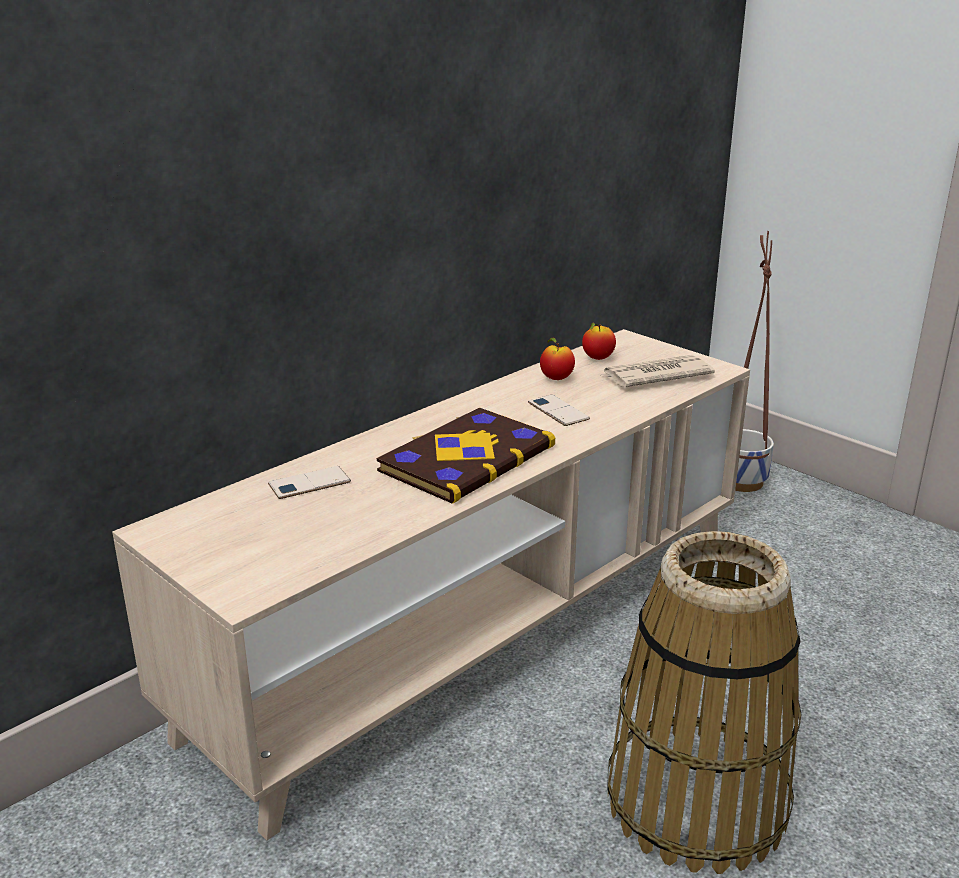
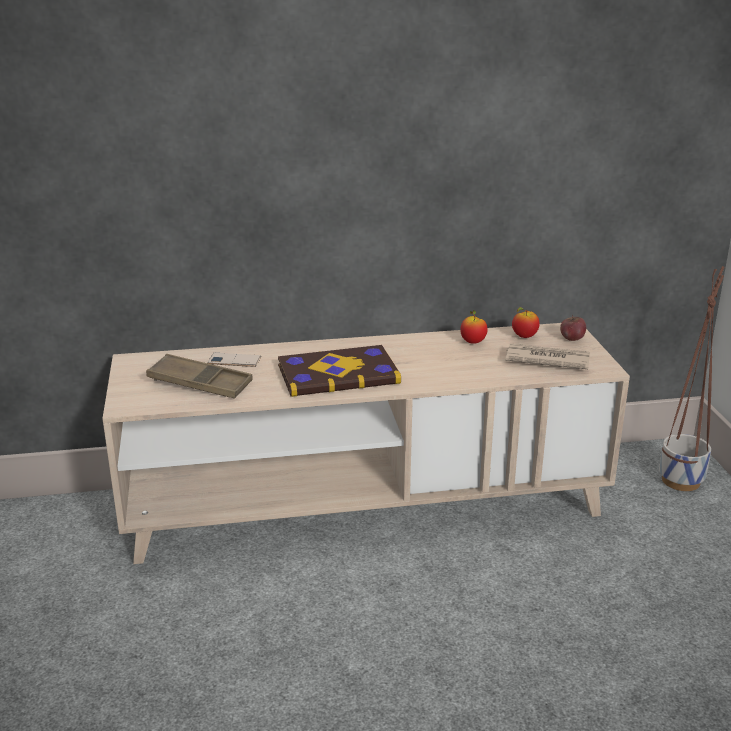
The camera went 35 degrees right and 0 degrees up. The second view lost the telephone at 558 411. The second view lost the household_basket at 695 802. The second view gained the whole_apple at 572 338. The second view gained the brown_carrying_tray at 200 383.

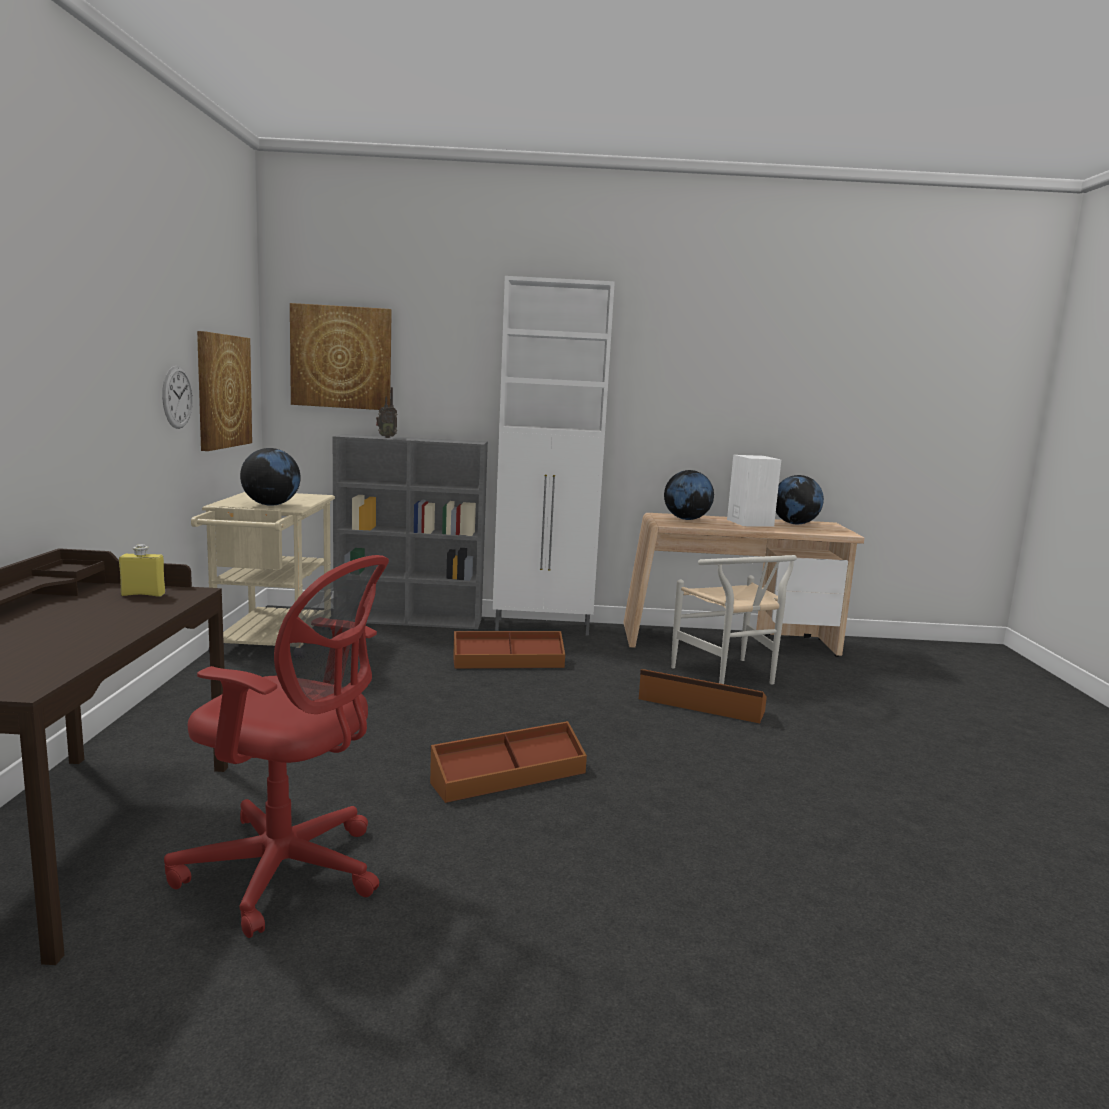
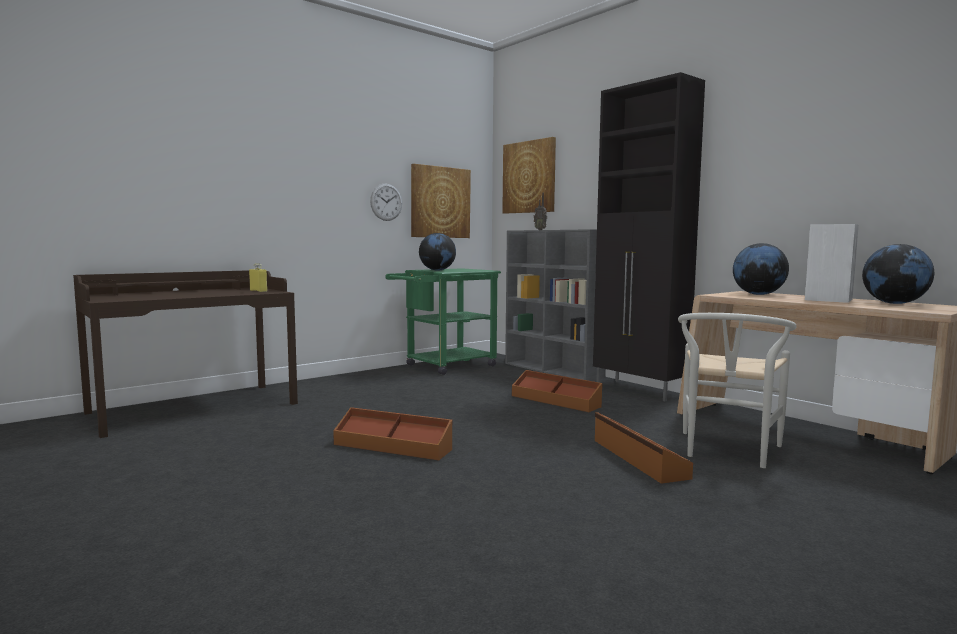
The camera went 50 degrees right and 5 degrees down. What was the whitish_cupboard at 544 627 turned into the blackish_cupboard at 639 390. What was the beige-coloured_cart at 270 644 turned into the green_cart at 445 366. The second view lost the red_office_chair at 288 872.

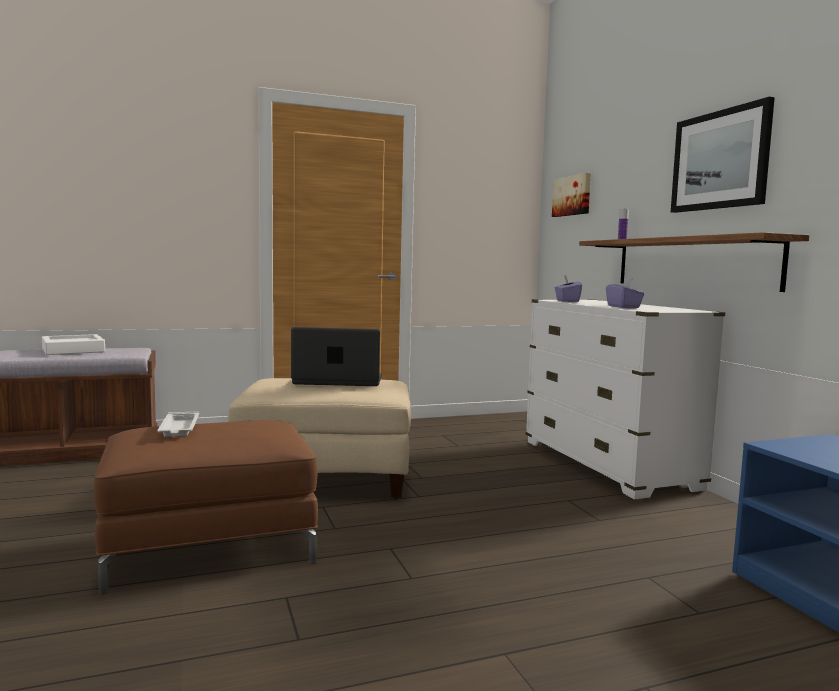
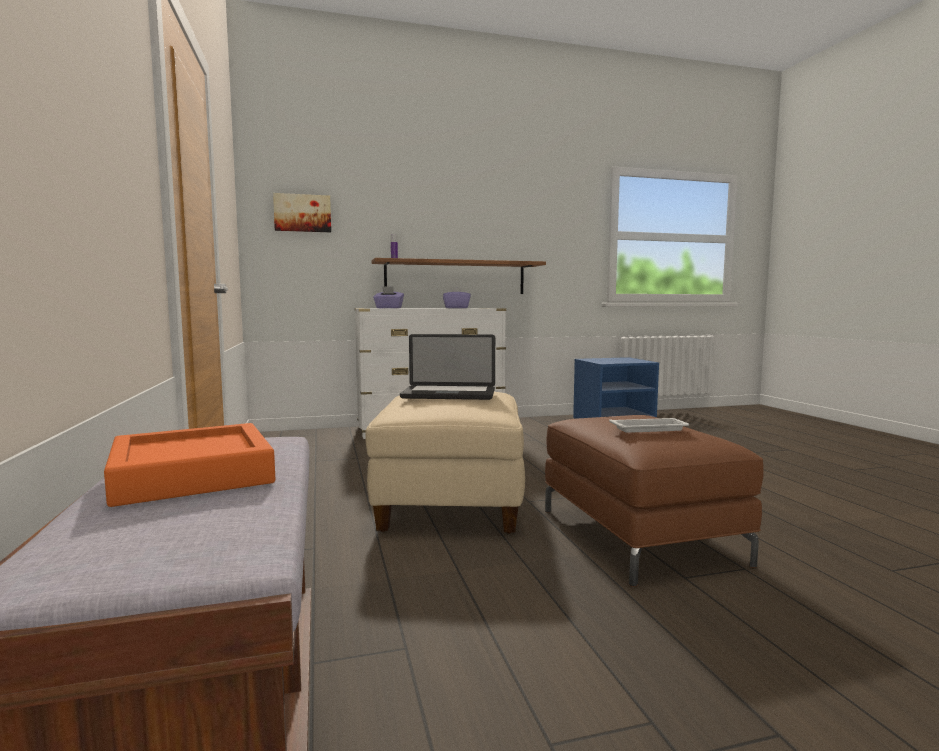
The camera went 85 degrees left and 0 degrees up. The second view lost the picture at 720 160. The laptop at 338 381 ended up facing another way, 90 degrees counterclockwise from before. What was the whitish_carrying_tray at 73 350 turned into the orangey_carrying_tray at 192 475.

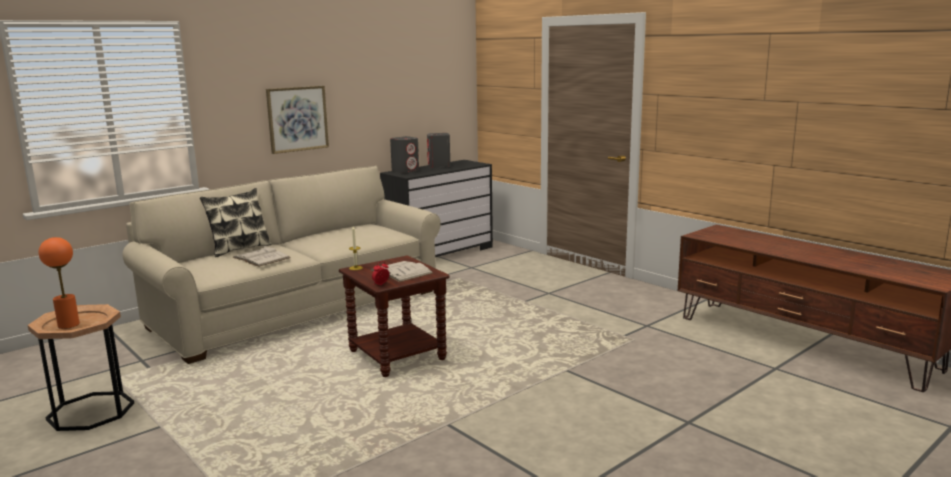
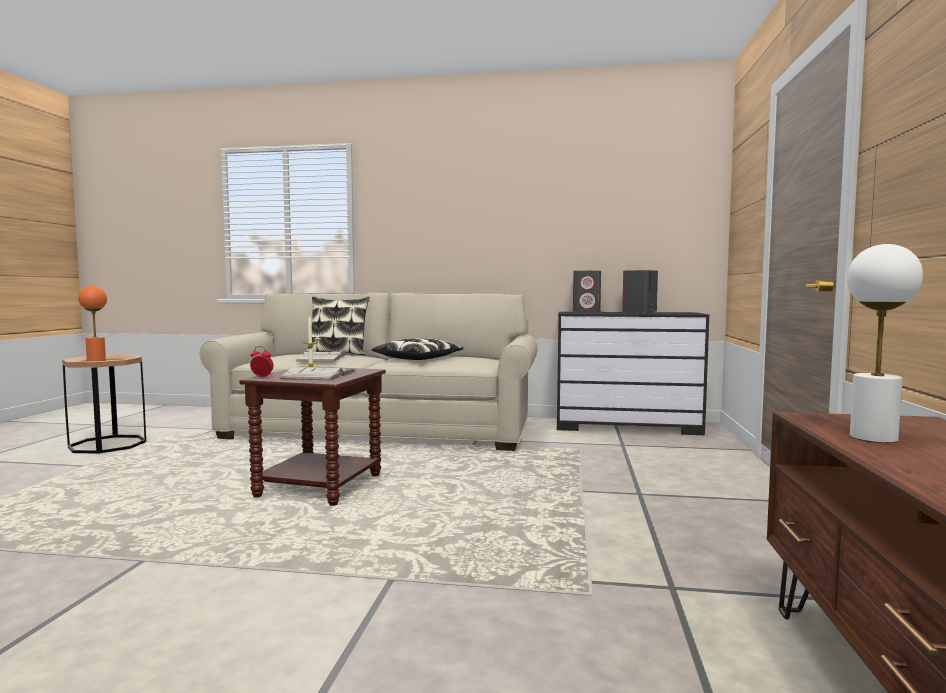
The camera went 50 degrees right and 10 degrees down. The second view lost the picture at 297 119. The second view gained the whitish_lamp_for_a_table at 874 438. The second view gained the cushion at 418 359.

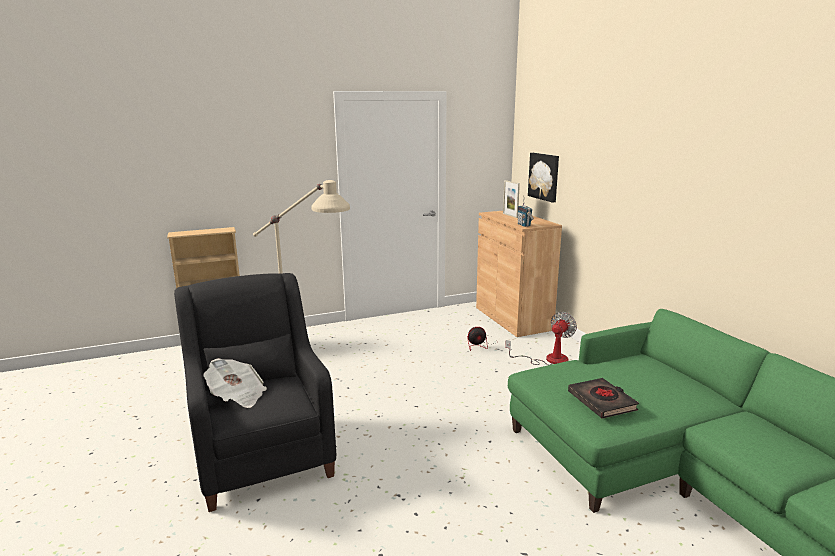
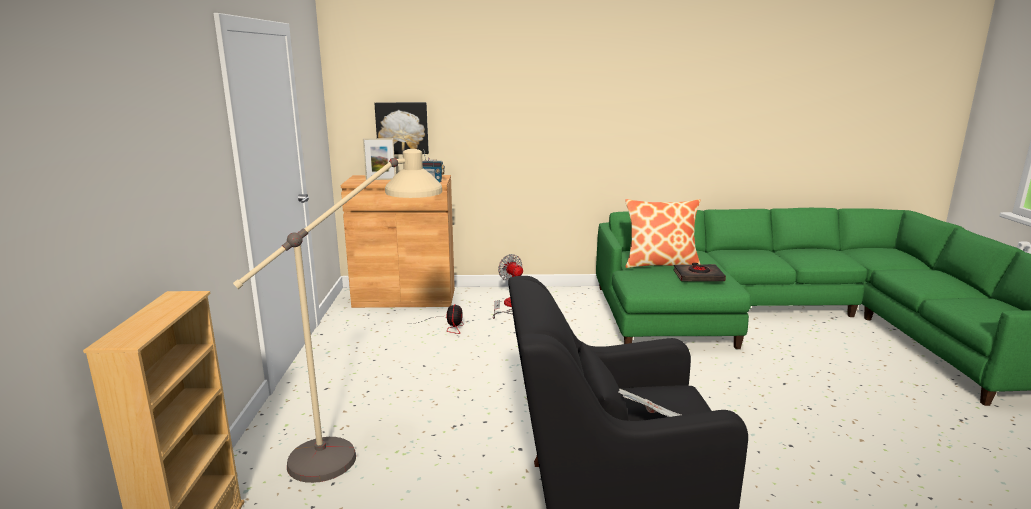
The camera went 70 degrees left and 0 degrees up. The second view gained the cushion at 660 264.

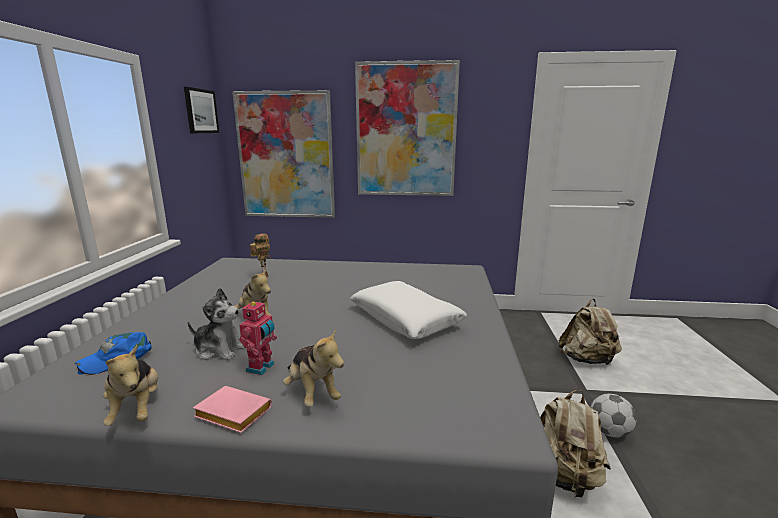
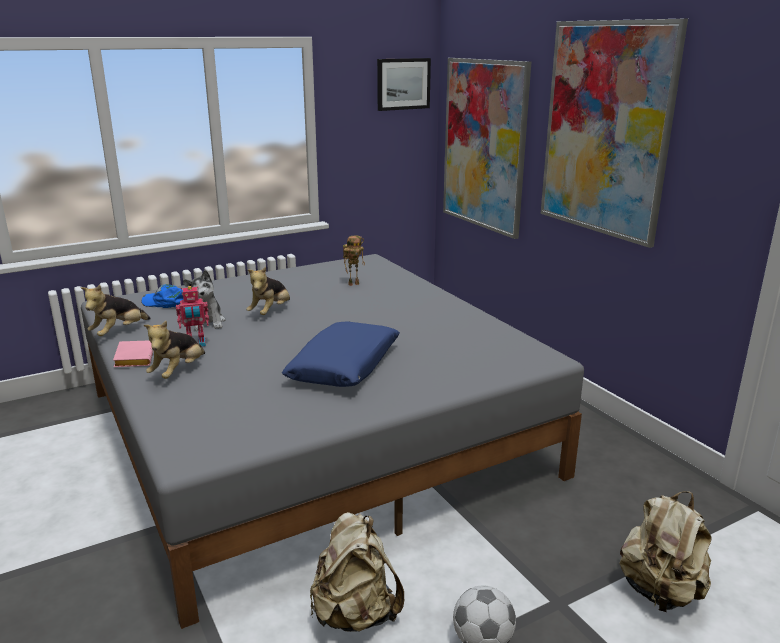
The camera went 55 degrees right and 5 degrees up. What was the whitish_cushion at 405 319 turned into the bluish_cushion at 345 366.

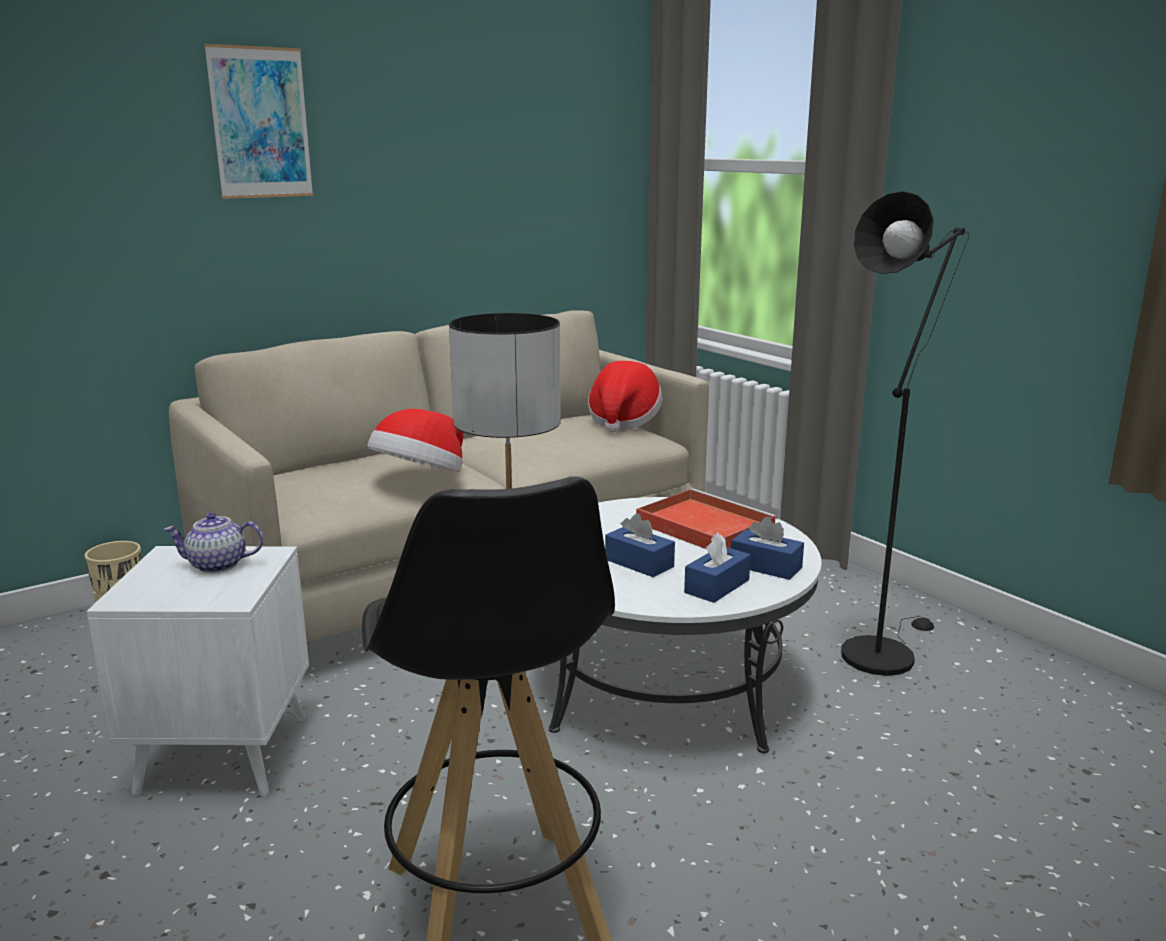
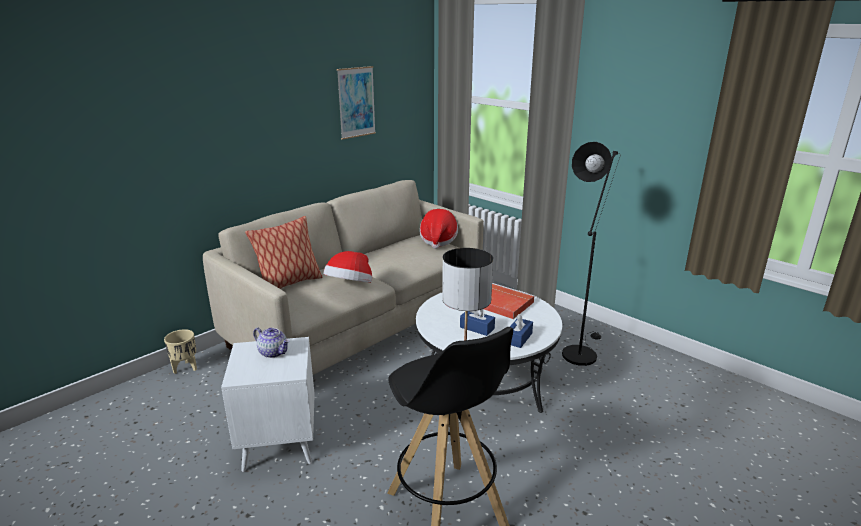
The camera went 10 degrees left and 5 degrees up. The picture ended up elsewhere, having gone from 260 123 to 356 102. The teapot at 217 565 ended up facing another way, 135 degrees counterclockwise from before. The second view lost the bluish_box_of_tissues at 766 566. The second view gained the cushion at 289 284.

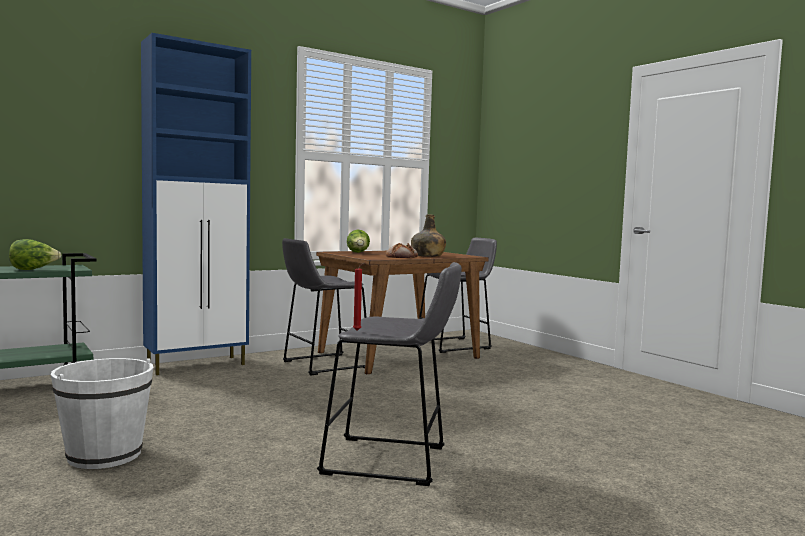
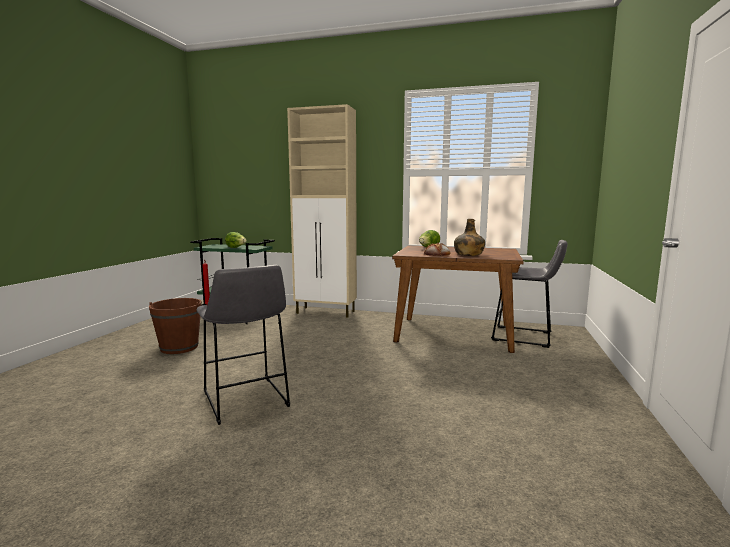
The camera went 50 degrees right and 5 degrees up. What was the bluish_cupboard at 198 365 turned into the beige-coloured_cupboard at 326 312. The second view lost the grey_stool at 321 365. What was the whitish_pail at 104 455 turned into the brown_pail at 179 347.

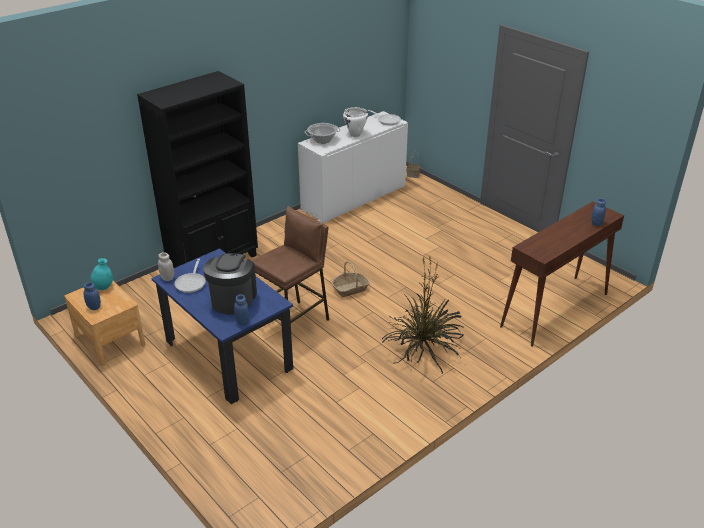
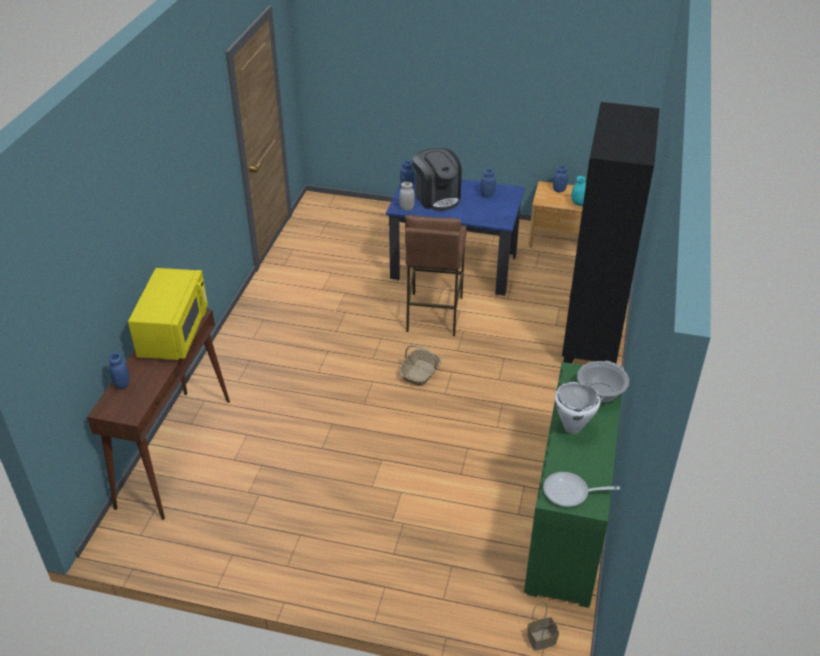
The camera went 145 degrees right and 5 degrees up. What was the whitish_cupboard at 354 198 turned into the green_cupboard at 567 521. The whitish_jar ended up elsewhere, having gone from 167 278 to 407 208. The second view lost the houseplant at 422 349. Where the frying_pan stood at 191 283, the bluish_jar came to stand at 487 195. The second view gained the yellow-coloured_kitchen_microwave at 174 333.

